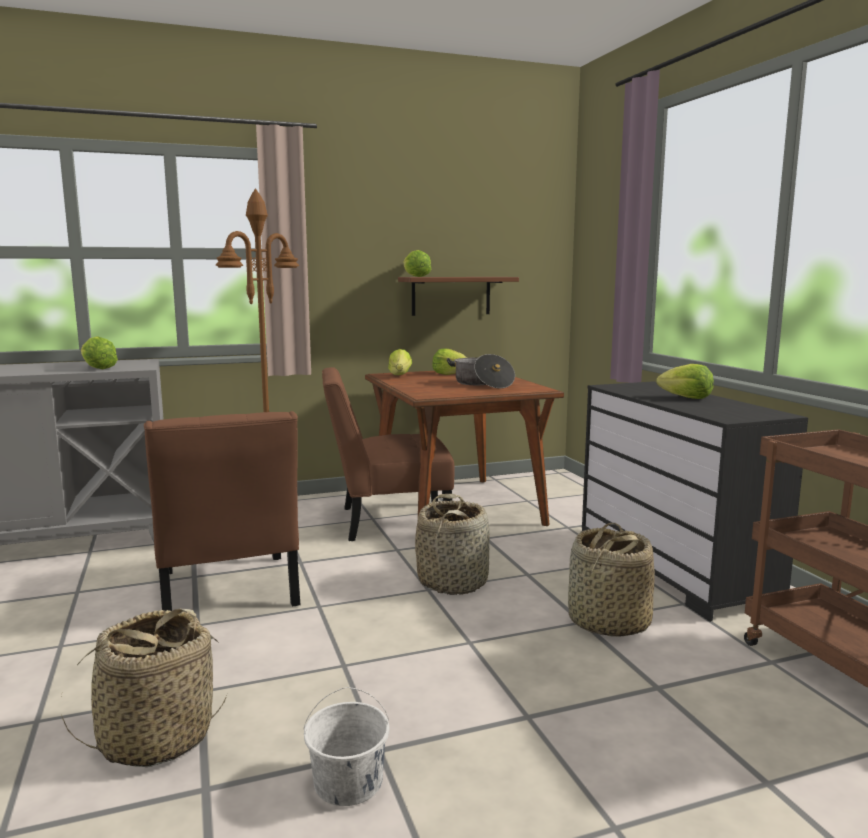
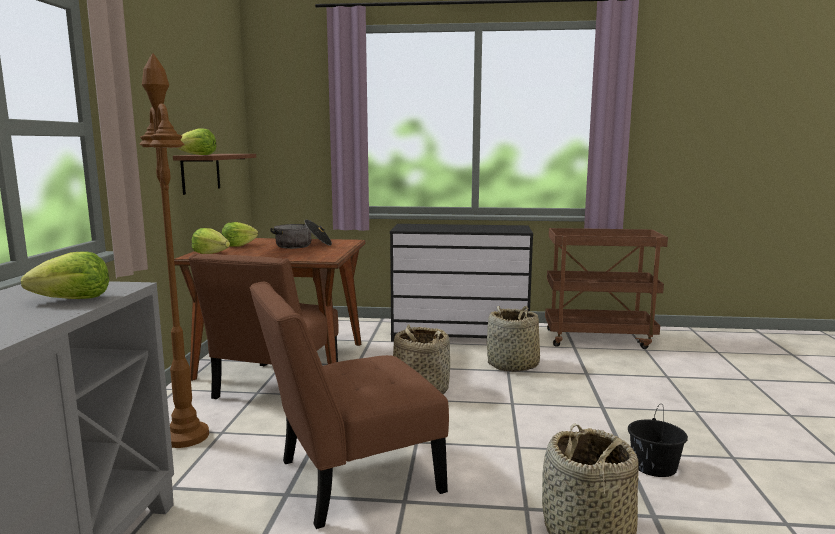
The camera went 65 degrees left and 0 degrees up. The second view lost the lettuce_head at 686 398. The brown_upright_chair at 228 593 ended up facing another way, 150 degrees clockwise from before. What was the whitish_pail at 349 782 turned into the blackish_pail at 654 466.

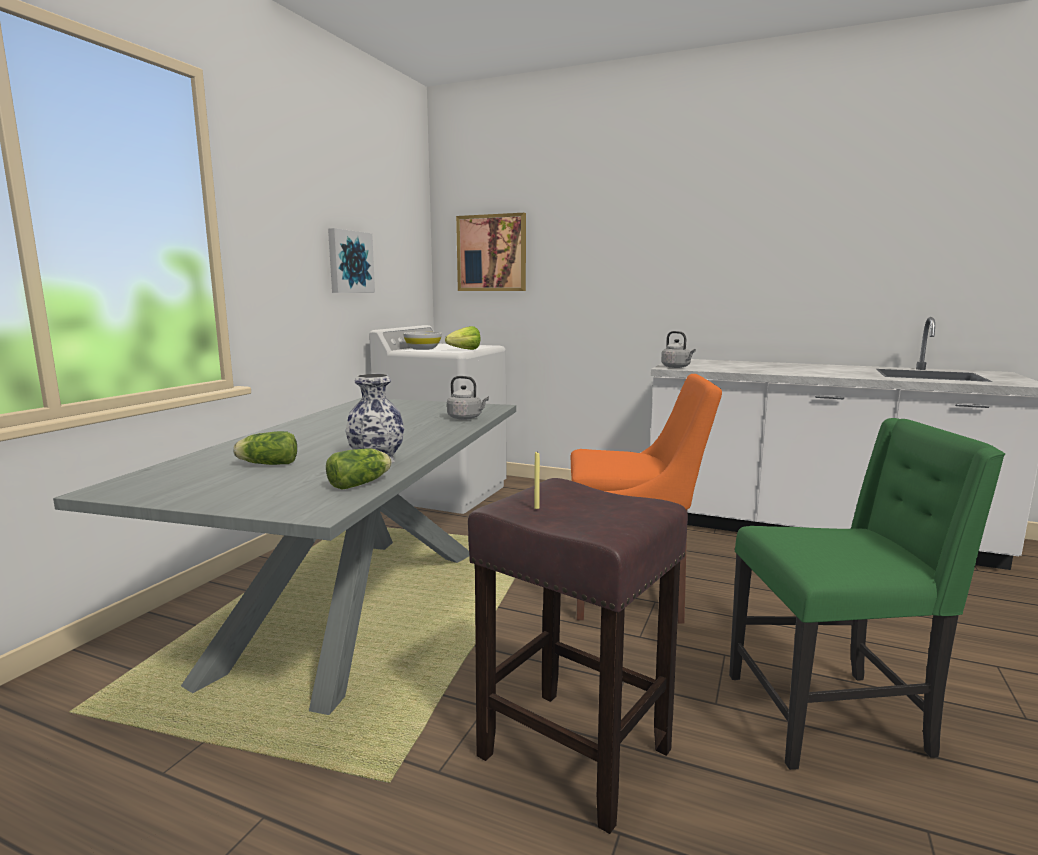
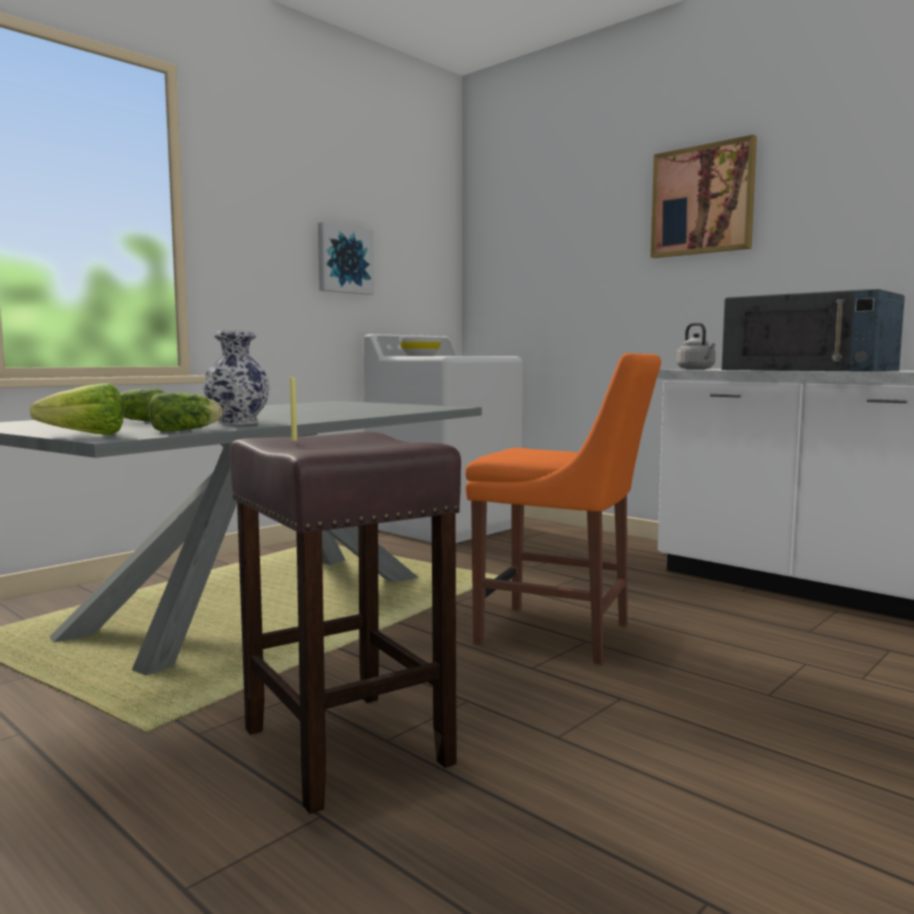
The camera went 20 degrees right and 5 degrees down. The picture ended up elsewhere, having gone from 492 253 to 702 200. The lettuce_head ended up elsewhere, having gone from 461 350 to 78 435. The second view lost the grey_kettle at 466 418. The second view lost the green_upright_chair at 829 716. The second view gained the bluish_kitchen_microwave at 810 370.

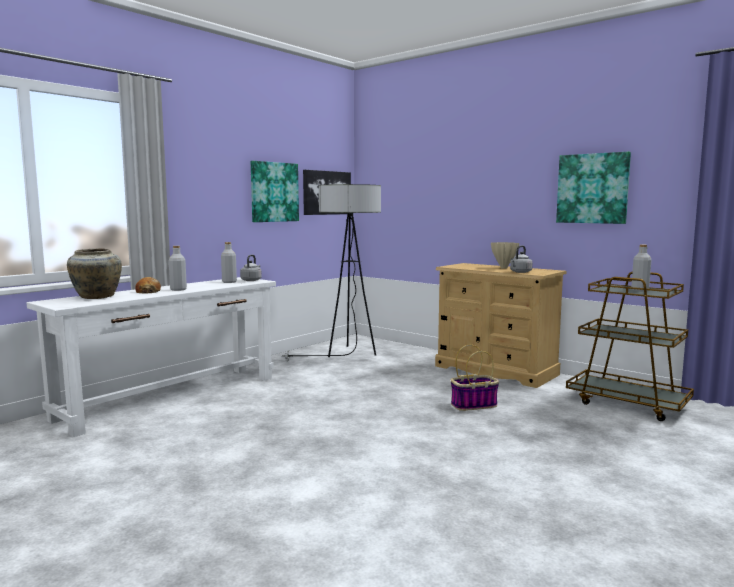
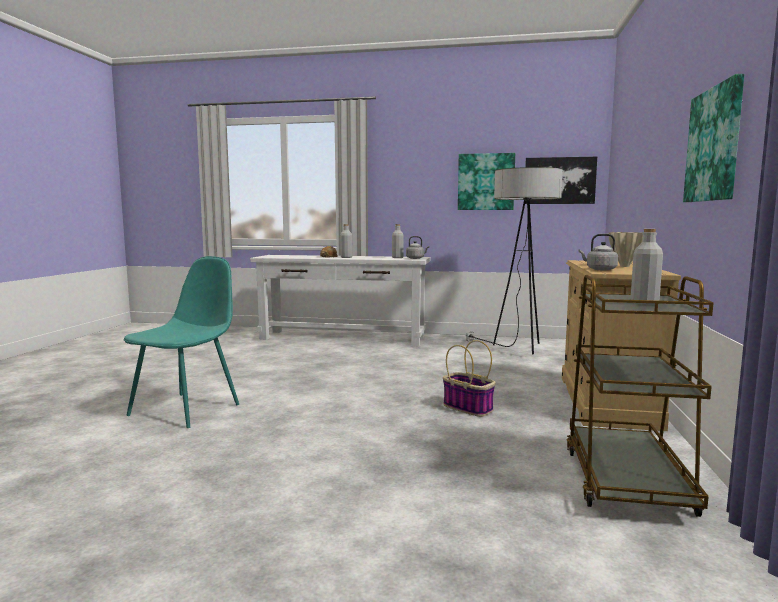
The camera went 60 degrees right and 0 degrees up. The second view lost the beige-coloured_decorative_vase at 96 297. The second view gained the turquoise-coloured_upright_chair at 187 409.

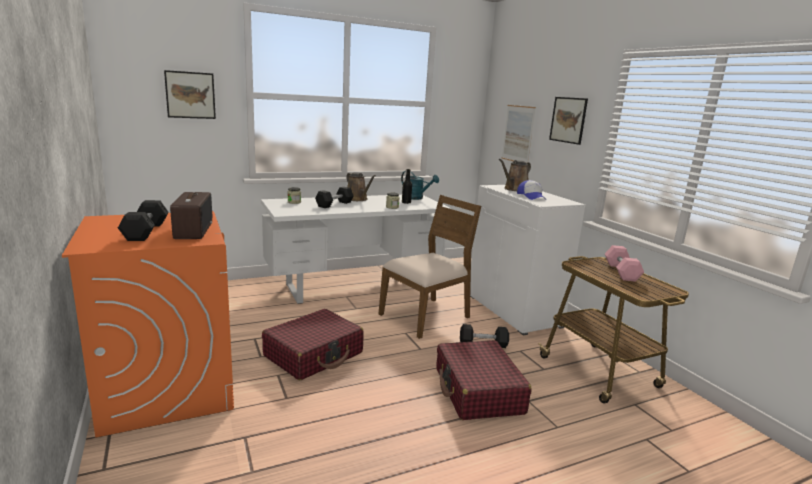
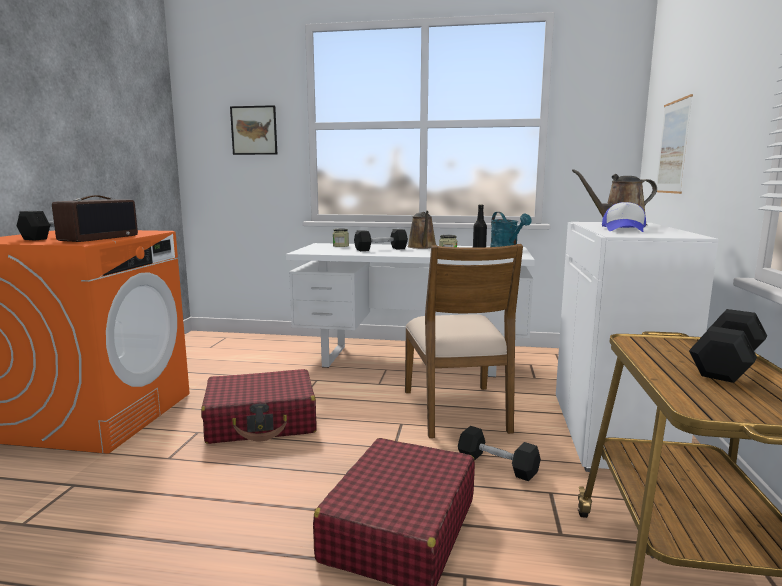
The camera went 35 degrees right and 5 degrees down. The second view lost the picture at 568 120. The brown_upright_chair at 426 316 ended up facing another way, 90 degrees clockwise from before. What was the pinkish_dumbbell at 621 272 turned into the blackish_dumbbell at 726 364.

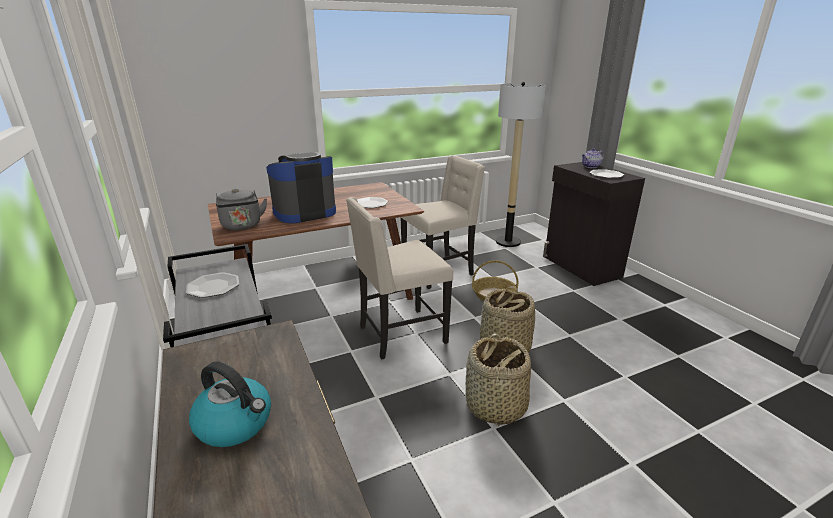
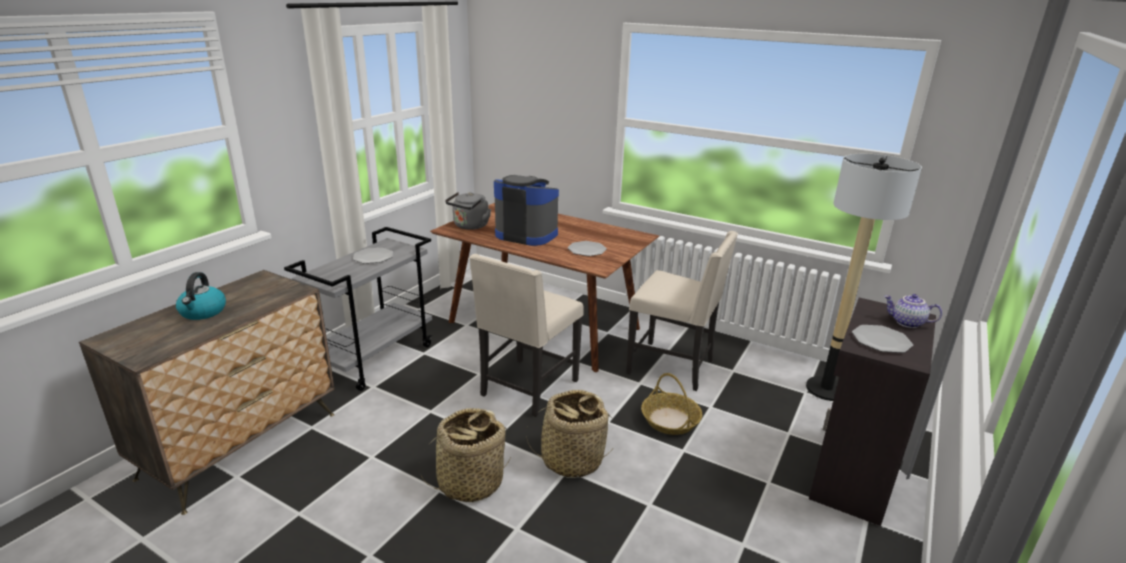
The camera went 55 degrees right and 0 degrees up. The beige-coloured_upright_chair at 400 335 ended up facing another way, 90 degrees counterclockwise from before.

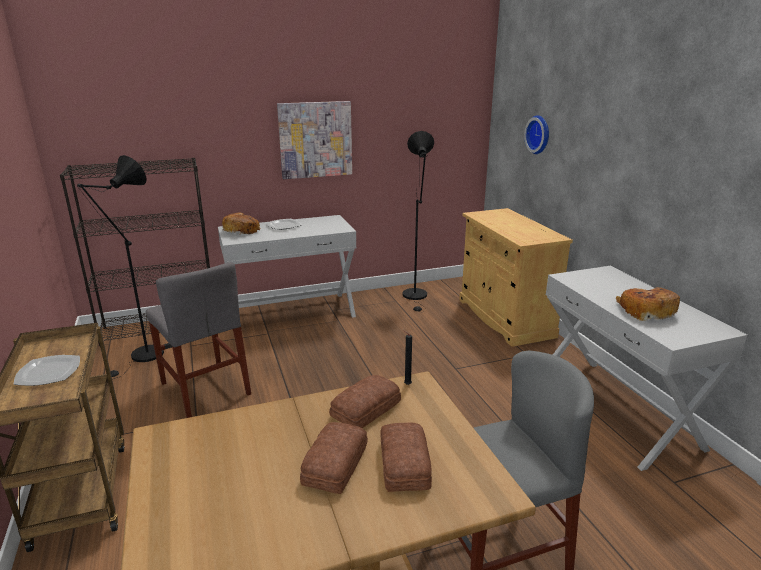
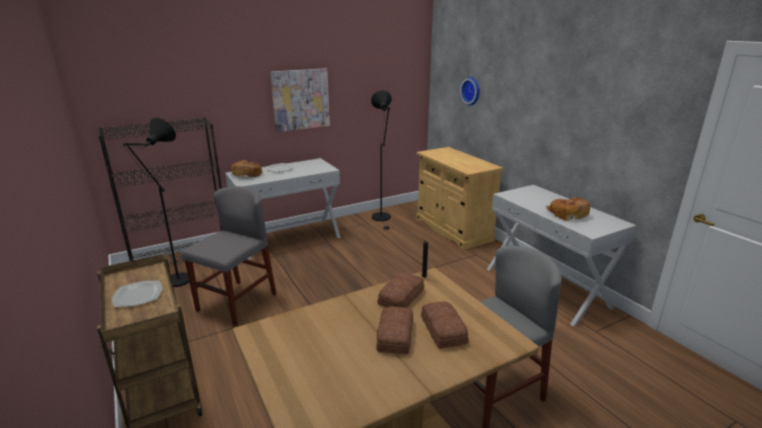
The camera went 10 degrees left and 0 degrees up. The grey_upright_chair at 205 388 ended up facing another way, 105 degrees counterclockwise from before.

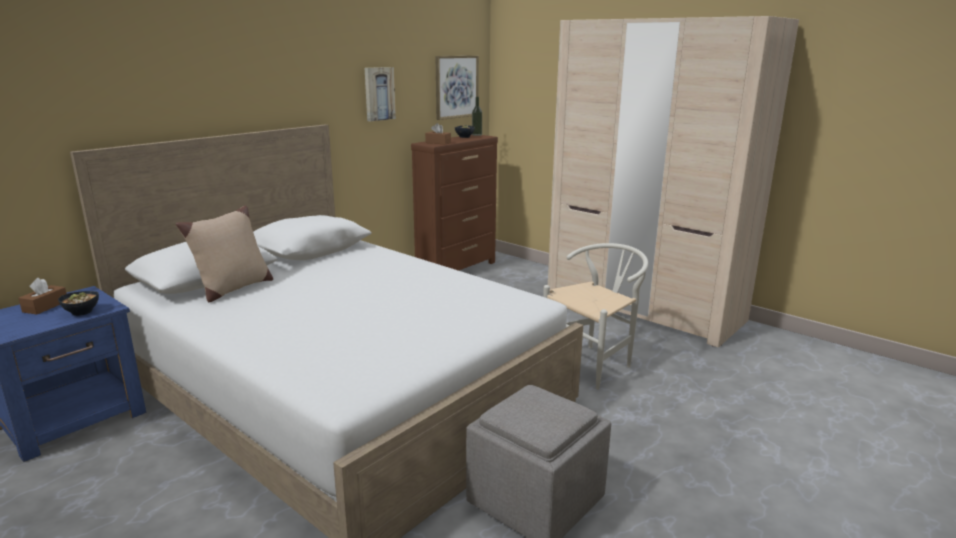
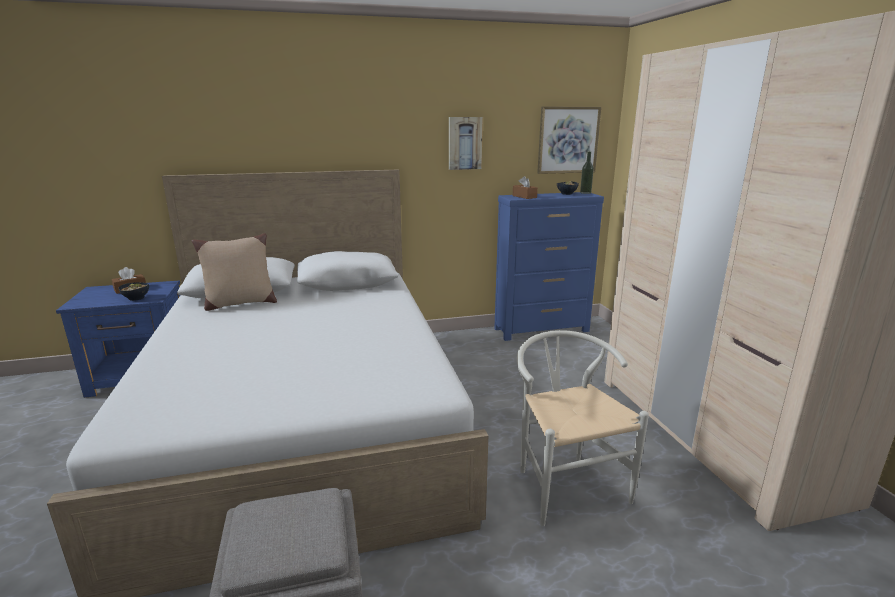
The camera went 35 degrees right and 0 degrees up. What was the brown_drawer_chest at 457 269 turned into the bluish_drawer_chest at 542 330. The whitish_upright_chair at 593 363 ended up facing another way, 105 degrees counterclockwise from before.

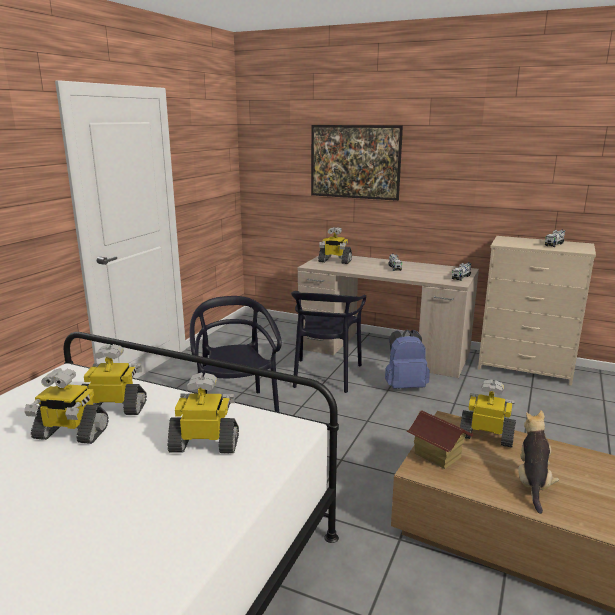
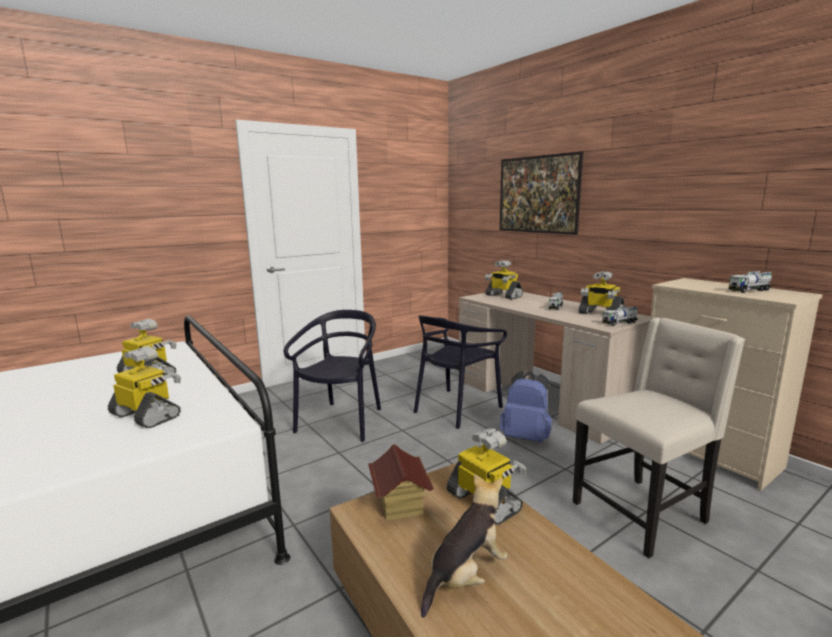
The camera went 30 degrees right and 5 degrees down. The robot_figure ended up elsewhere, having gone from 70 433 to 600 314. The second view gained the beige-coloured_upright_chair at 642 513.

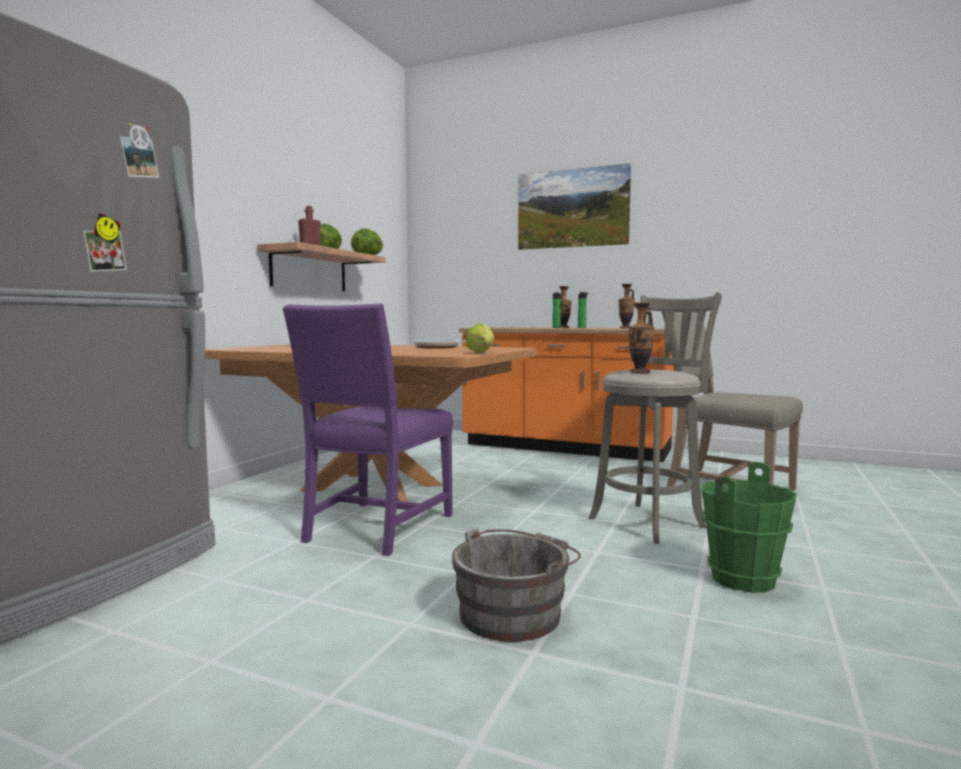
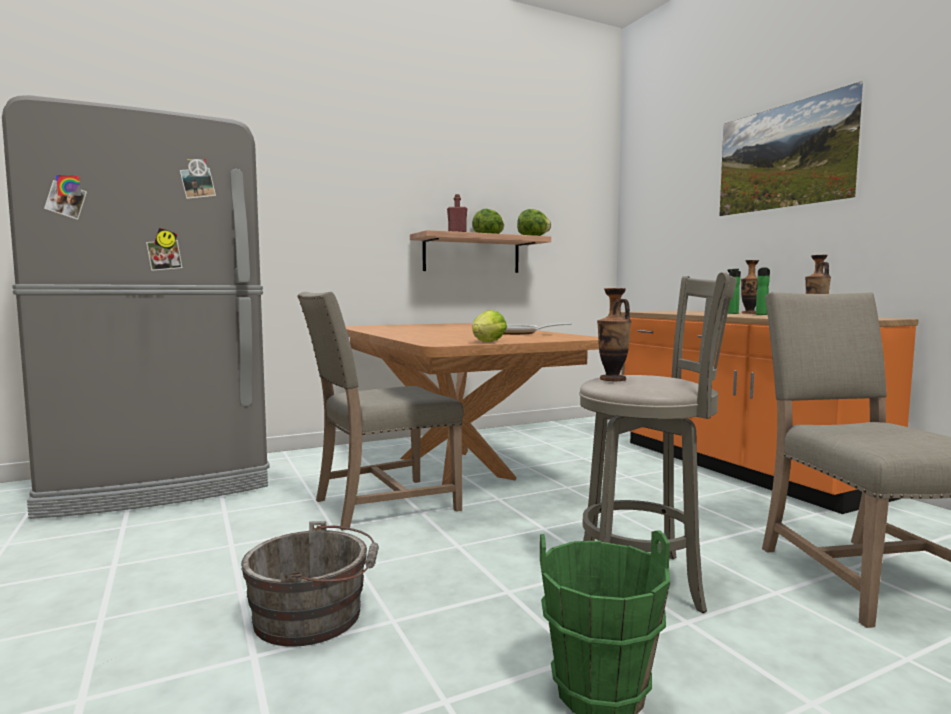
The camera went 40 degrees right and 0 degrees up. What was the purple-coloured_upright_chair at 375 529 turned into the beige-coloured_upright_chair at 381 504.

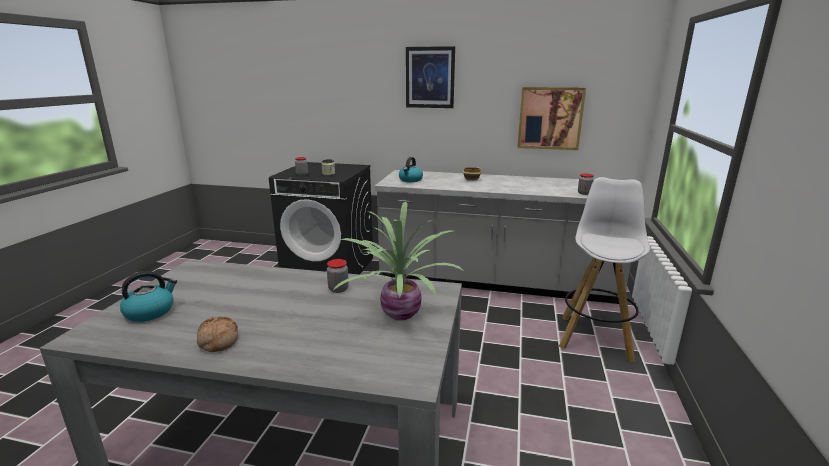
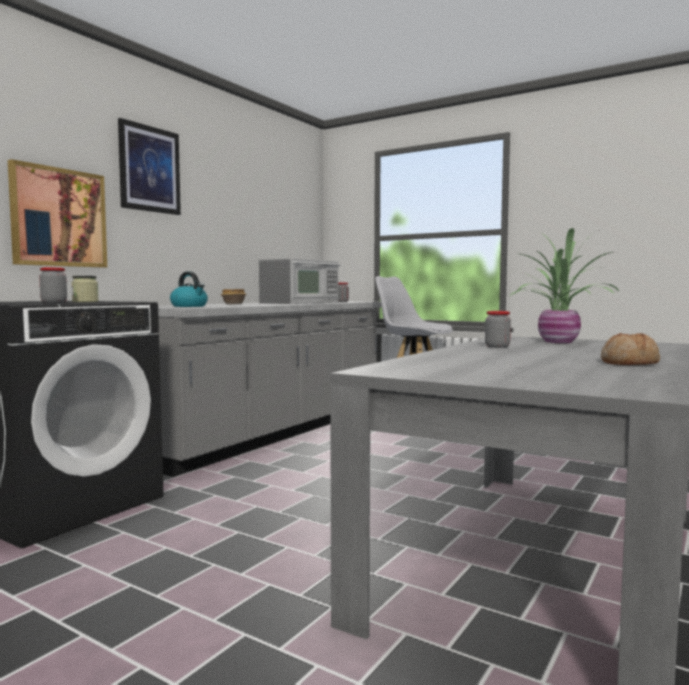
The camera went 70 degrees left and 15 degrees down. The picture ended up elsewhere, having gone from 550 118 to 59 217. The second view lost the kettle at 150 312. The second view gained the kitchen_microwave at 301 303.

